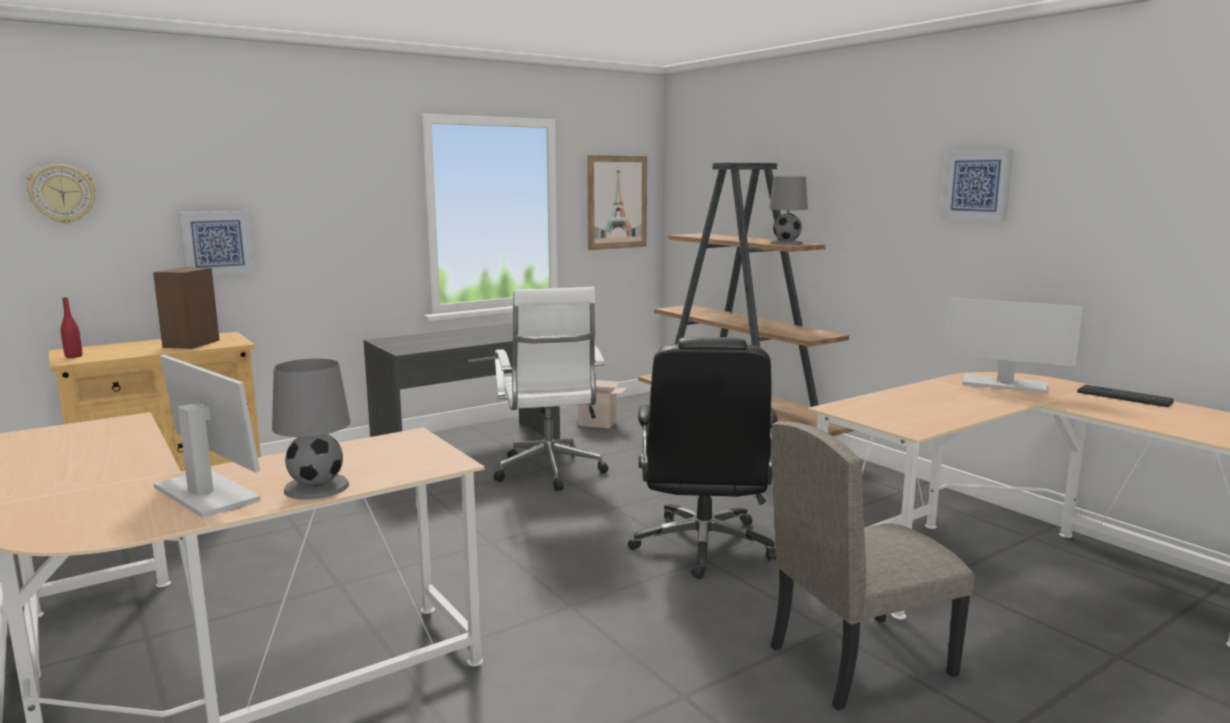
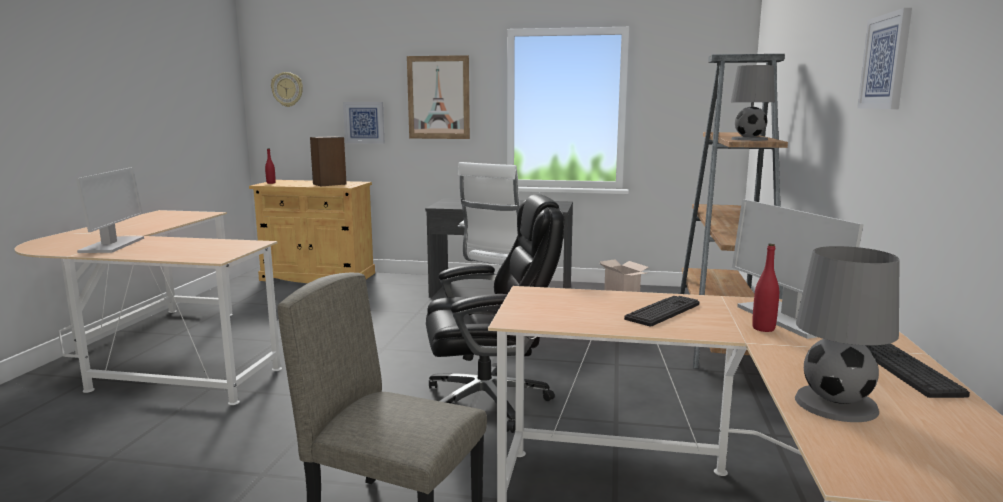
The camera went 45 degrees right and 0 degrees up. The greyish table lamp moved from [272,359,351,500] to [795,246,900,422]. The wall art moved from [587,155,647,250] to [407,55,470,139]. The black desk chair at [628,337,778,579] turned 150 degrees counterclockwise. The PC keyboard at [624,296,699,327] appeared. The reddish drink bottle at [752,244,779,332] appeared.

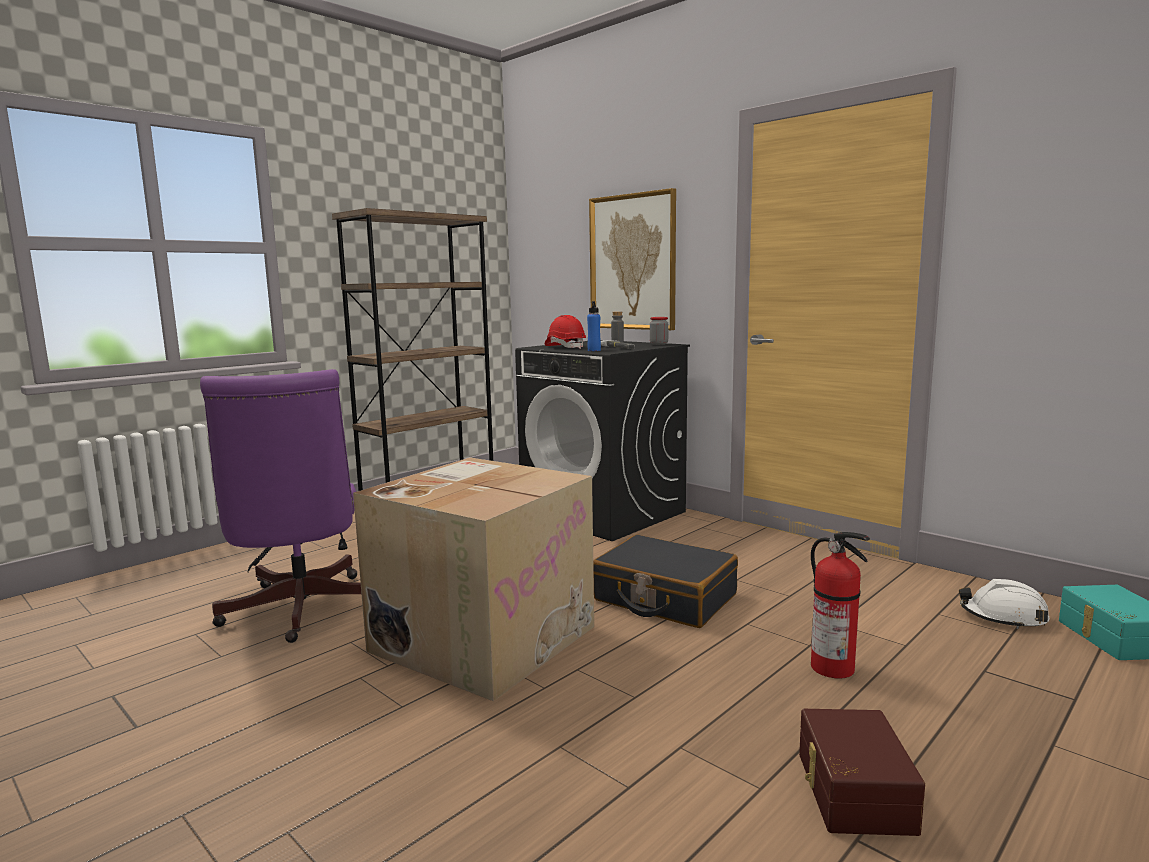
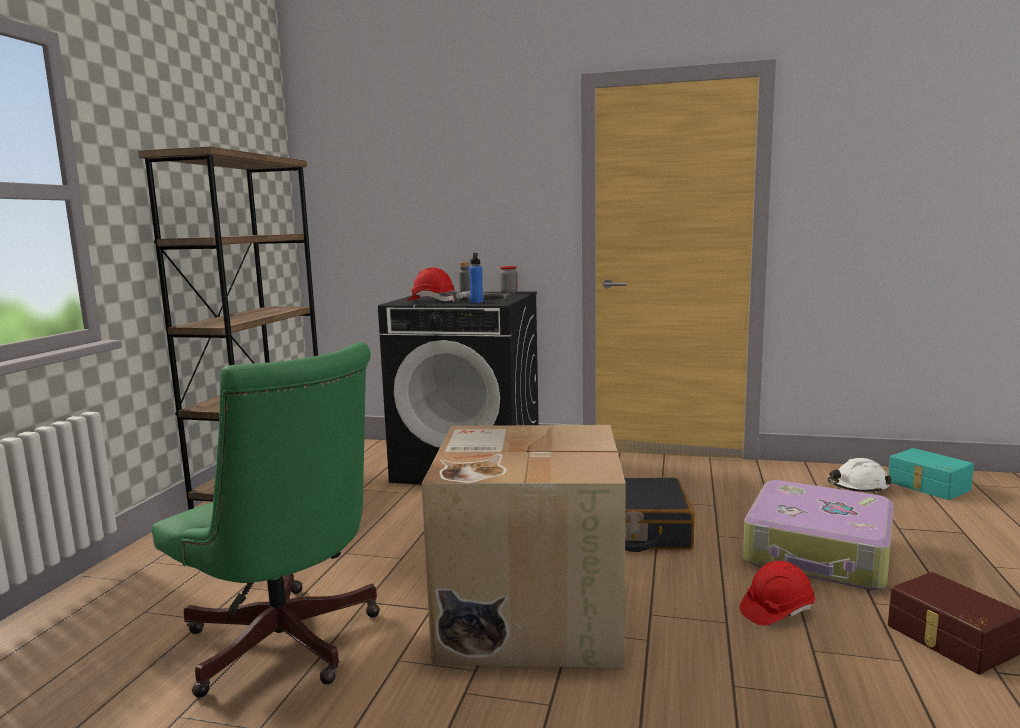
The camera went 30 degrees left and 0 degrees up. The purple desk chair at [200,369,361,643] became the green-coloured desk chair at [151,342,380,698]. The wall art at [589,188,676,330] disappeared. The fire extinguisher at [811,532,870,679] was replaced by the travel case at [743,480,894,590]. The reddish hard hat at [740,561,815,626] appeared.

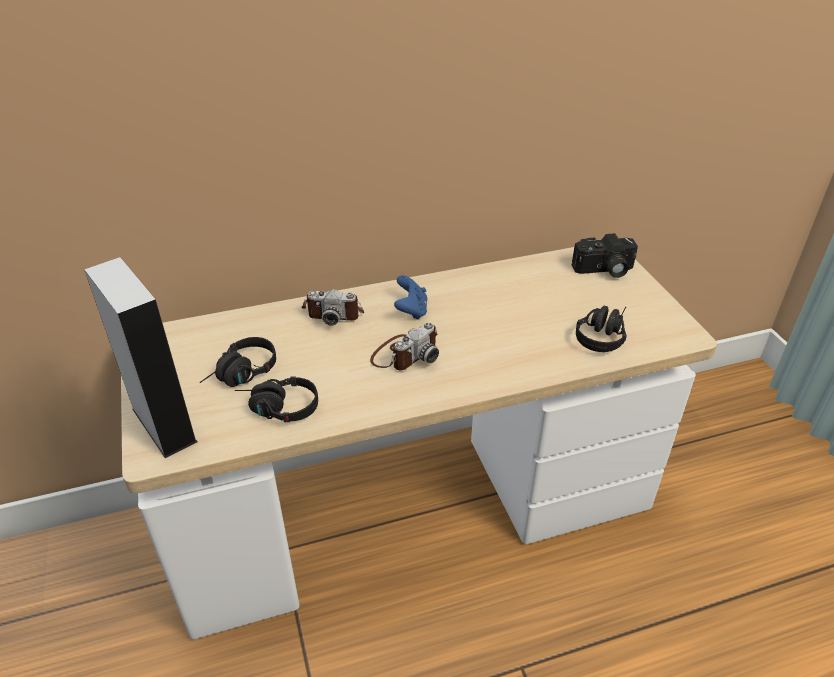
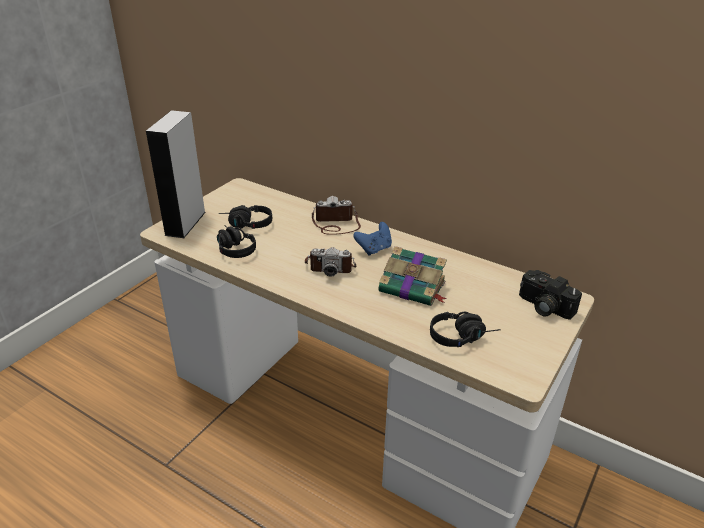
The camera went 50 degrees right and 5 degrees down. The photo camera at [301,289,364,325] turned 120 degrees clockwise. The volume at [378,246,447,306] appeared.

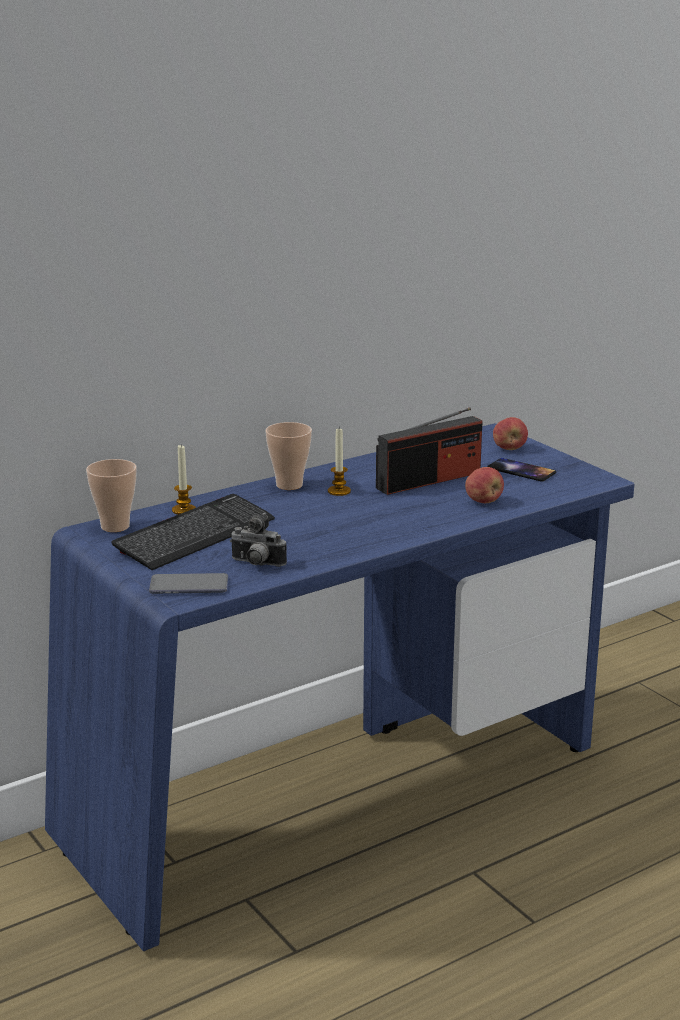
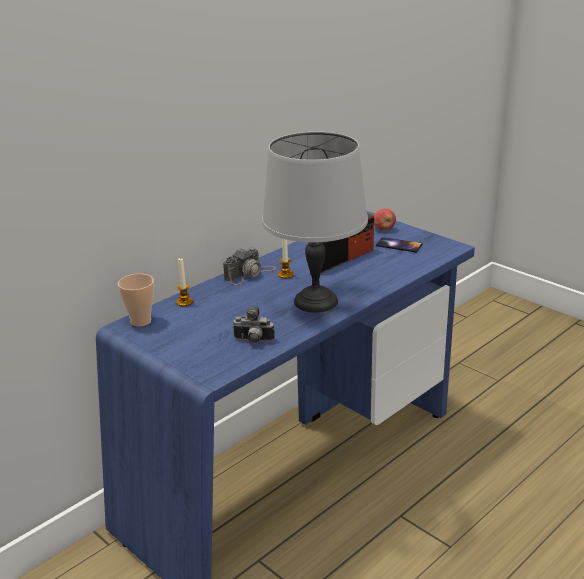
The camera went 10 degrees left and 5 degrees up. The PC keyboard at [111,494,275,570] disappeared. The handset at [149,573,228,594] disappeared. The small cup at [265,422,312,490] was replaced by the photo camera at [223,247,276,285]. The apple at [465,467,504,503] disappeared. The greyish table lamp at [262,132,368,313] appeared.

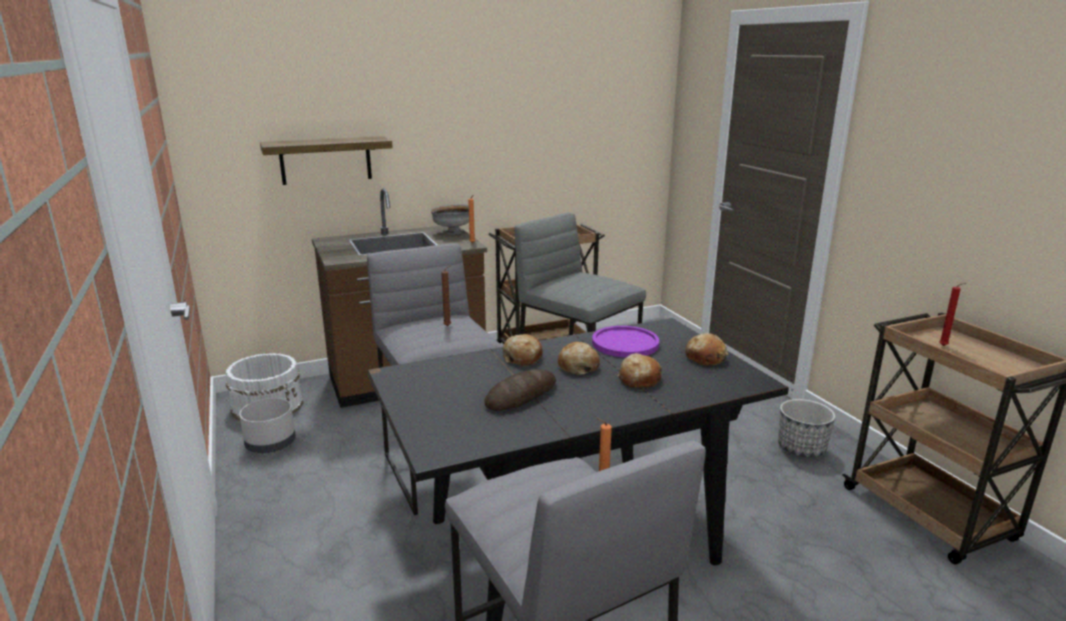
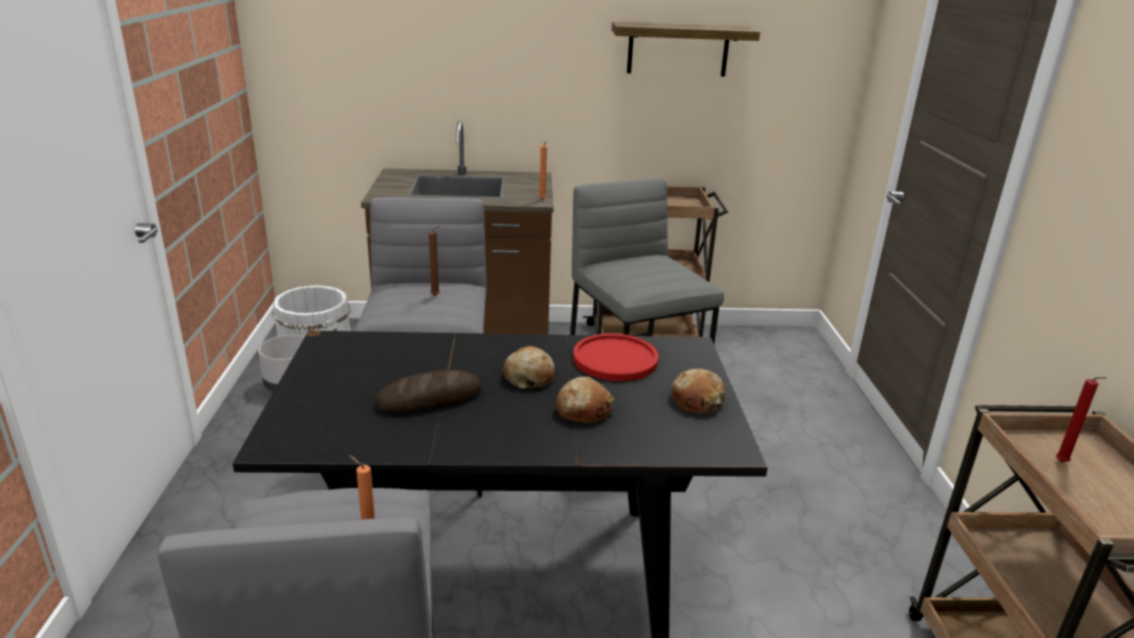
The camera went 20 degrees right and 5 degrees up. The wall shelf moved from [260,136,393,185] to [612,22,760,76]. The greyish serving bowl at [430,204,469,235] disappeared. The baked bread at [503,334,543,366] disappeared. The purple plate at [592,326,659,358] became the reddish plate at [573,334,659,381]. The plant pot at [778,399,835,458] disappeared.

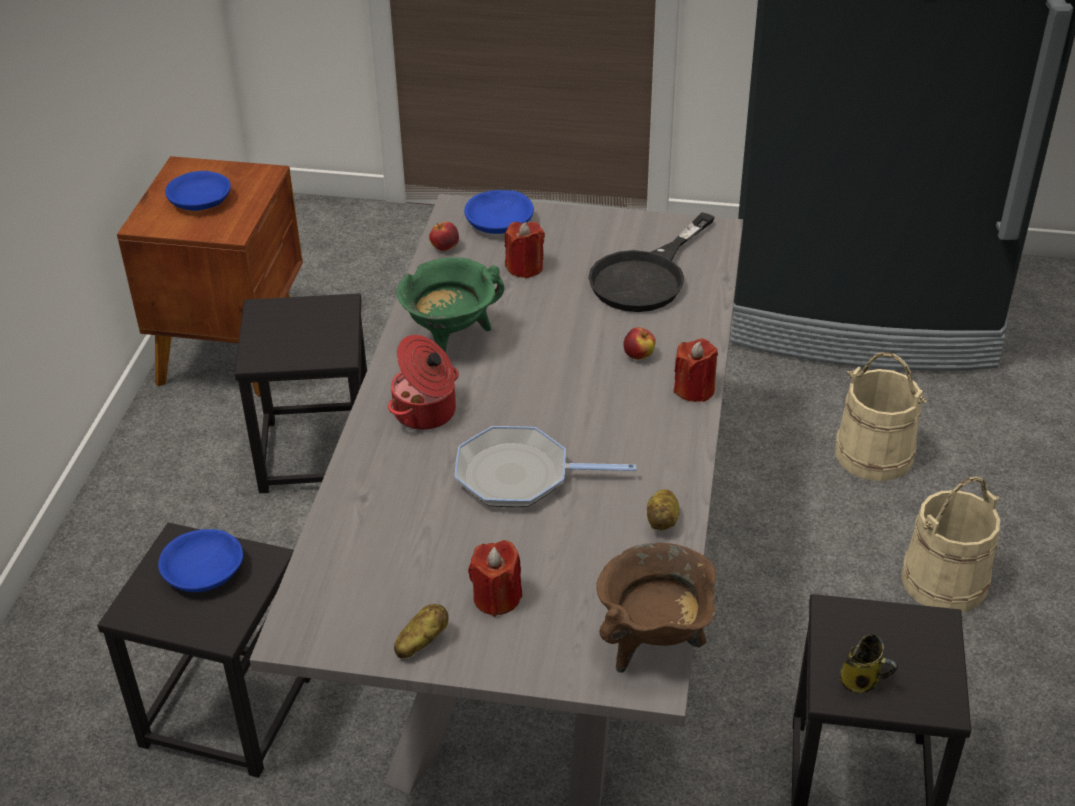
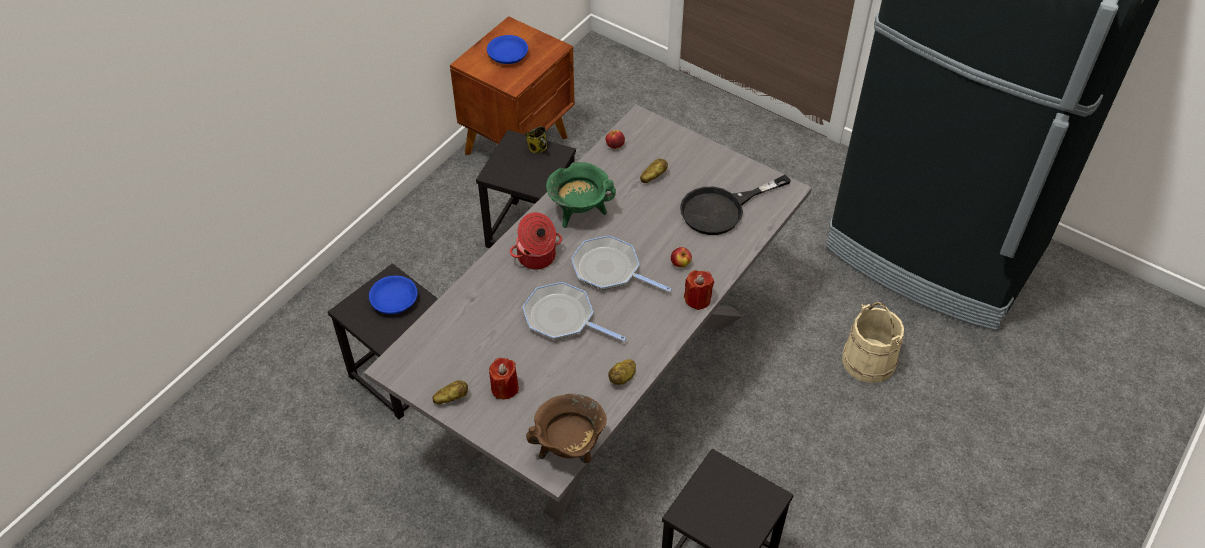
The camera went 25 degrees right and 10 degrees up. The blue serving bowl at [464,190,534,234] disappeared. The reddish wax candle at [505,222,545,278] was replaced by the spud at [640,159,668,183]. The tea mug moved from [840,634,898,693] to [525,126,547,154]. The beige-coloured water bucket at [901,476,1000,612] disappeared. The frying pan at [571,236,672,292] appeared.

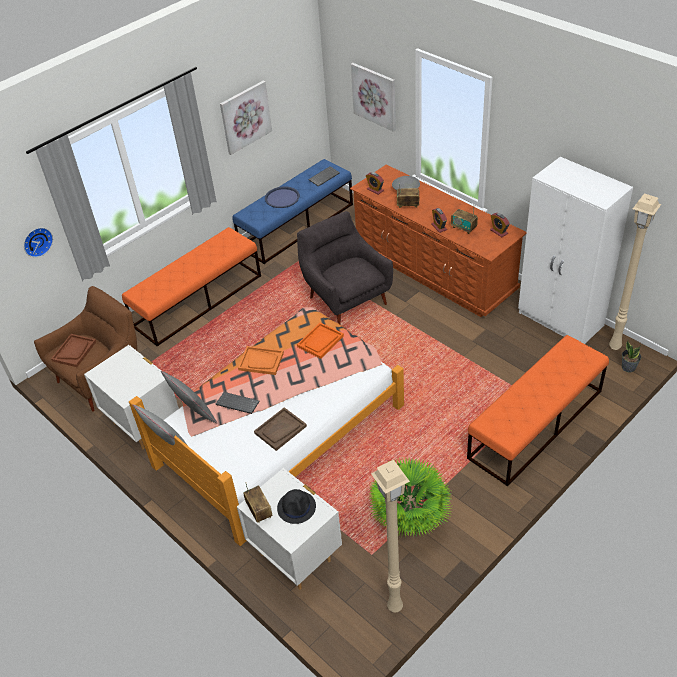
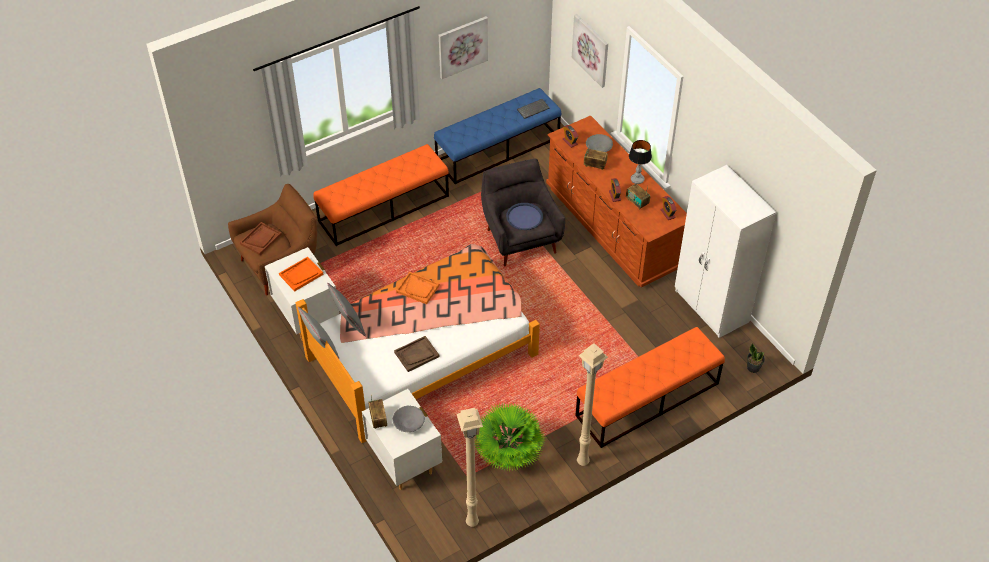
The camera went 10 degrees right and 5 degrees up. The wall clock at [24,228,53,257] disappeared. The PC keyboard at [215,392,260,414] disappeared. The blue tray moved from [265,186,300,208] to [506,203,543,230]. The black hat at [277,489,316,524] was replaced by the greyish serving bowl at [393,406,425,432]. The orange tray moved from [297,322,344,359] to [279,257,323,292]. The beige-coloured standing lamp moved from [609,193,661,350] to [577,343,608,466]. The table lamp at [629,140,652,184] appeared.

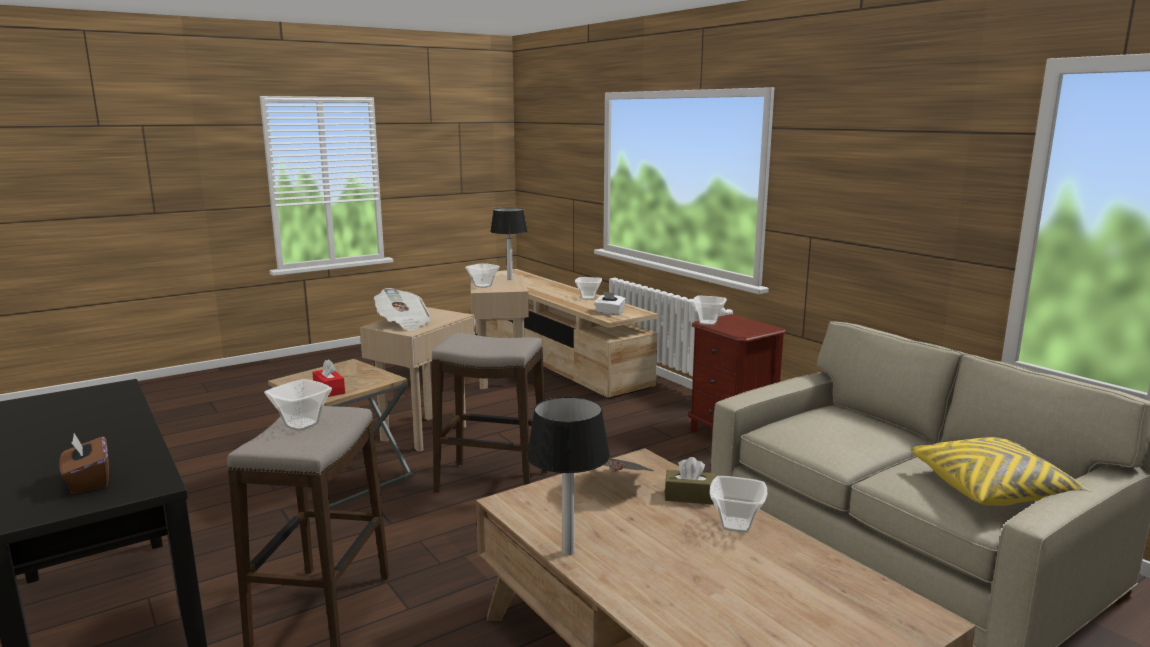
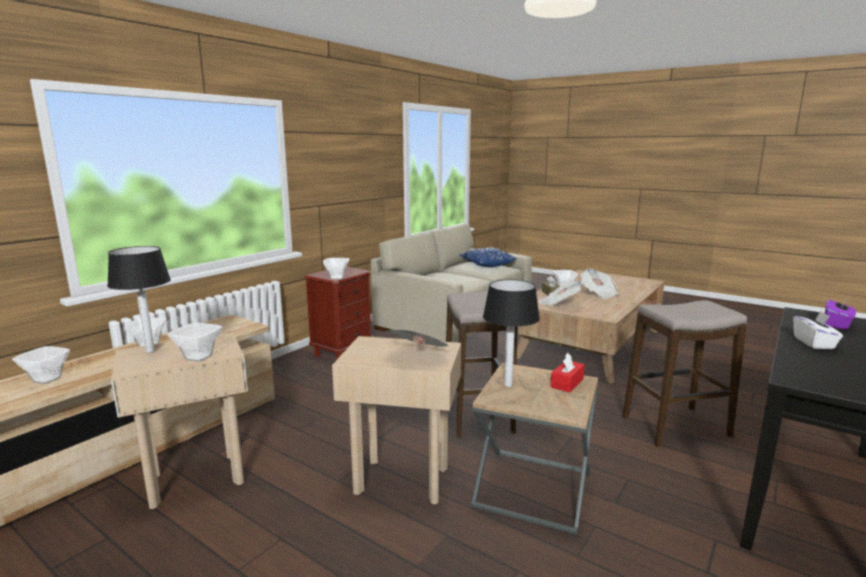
The camera went 110 degrees left and 0 degrees up. The brown-coloured tissue holder at [59,433,109,494] became the purple tissue holder at [825,298,856,330]. The serving bowl moved from [264,379,332,431] to [12,346,70,384]. The table lamp moved from [527,397,610,555] to [483,279,540,387]. The whitish tissue holder moved from [594,291,626,315] to [793,311,843,349]. The yellow-coloured cushion at [910,437,1092,506] became the blue cushion at [460,248,517,267]. The newspaper at [581,268,619,299] appeared.

